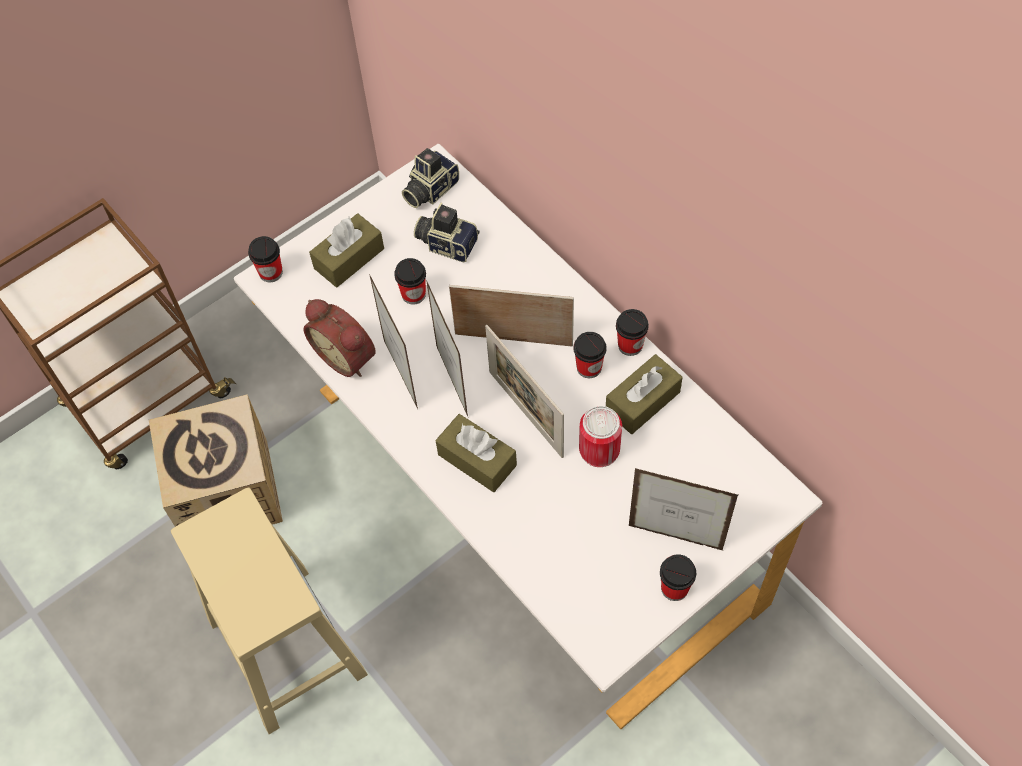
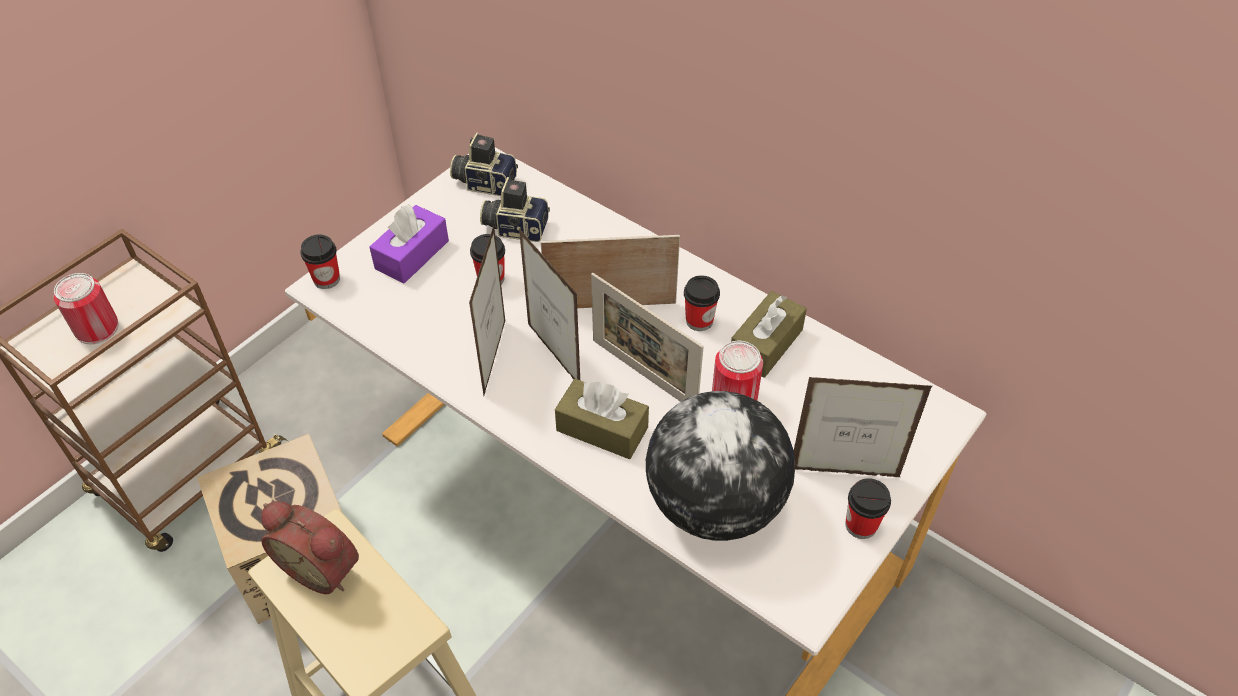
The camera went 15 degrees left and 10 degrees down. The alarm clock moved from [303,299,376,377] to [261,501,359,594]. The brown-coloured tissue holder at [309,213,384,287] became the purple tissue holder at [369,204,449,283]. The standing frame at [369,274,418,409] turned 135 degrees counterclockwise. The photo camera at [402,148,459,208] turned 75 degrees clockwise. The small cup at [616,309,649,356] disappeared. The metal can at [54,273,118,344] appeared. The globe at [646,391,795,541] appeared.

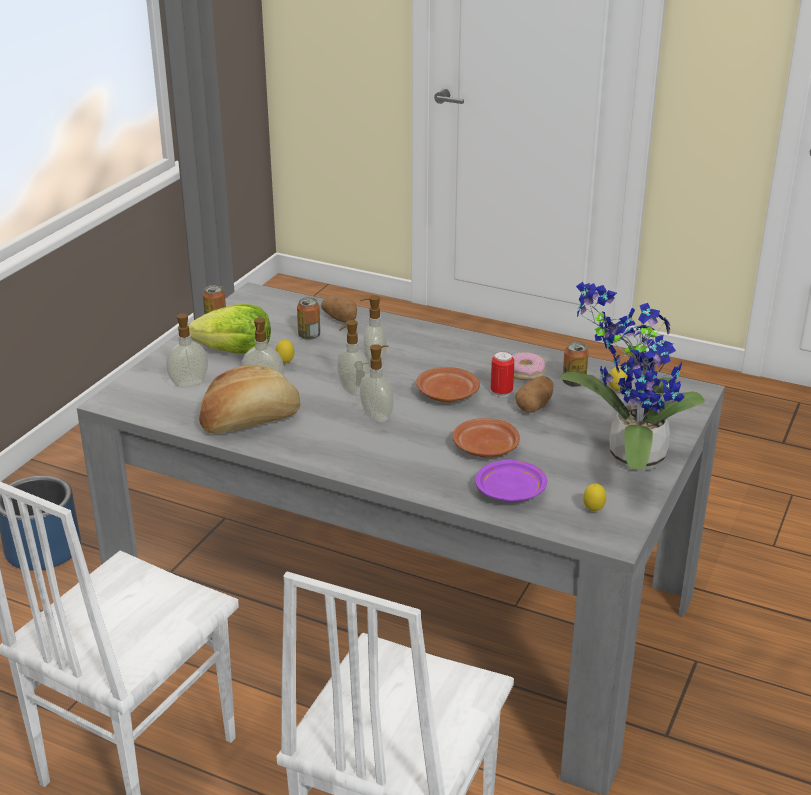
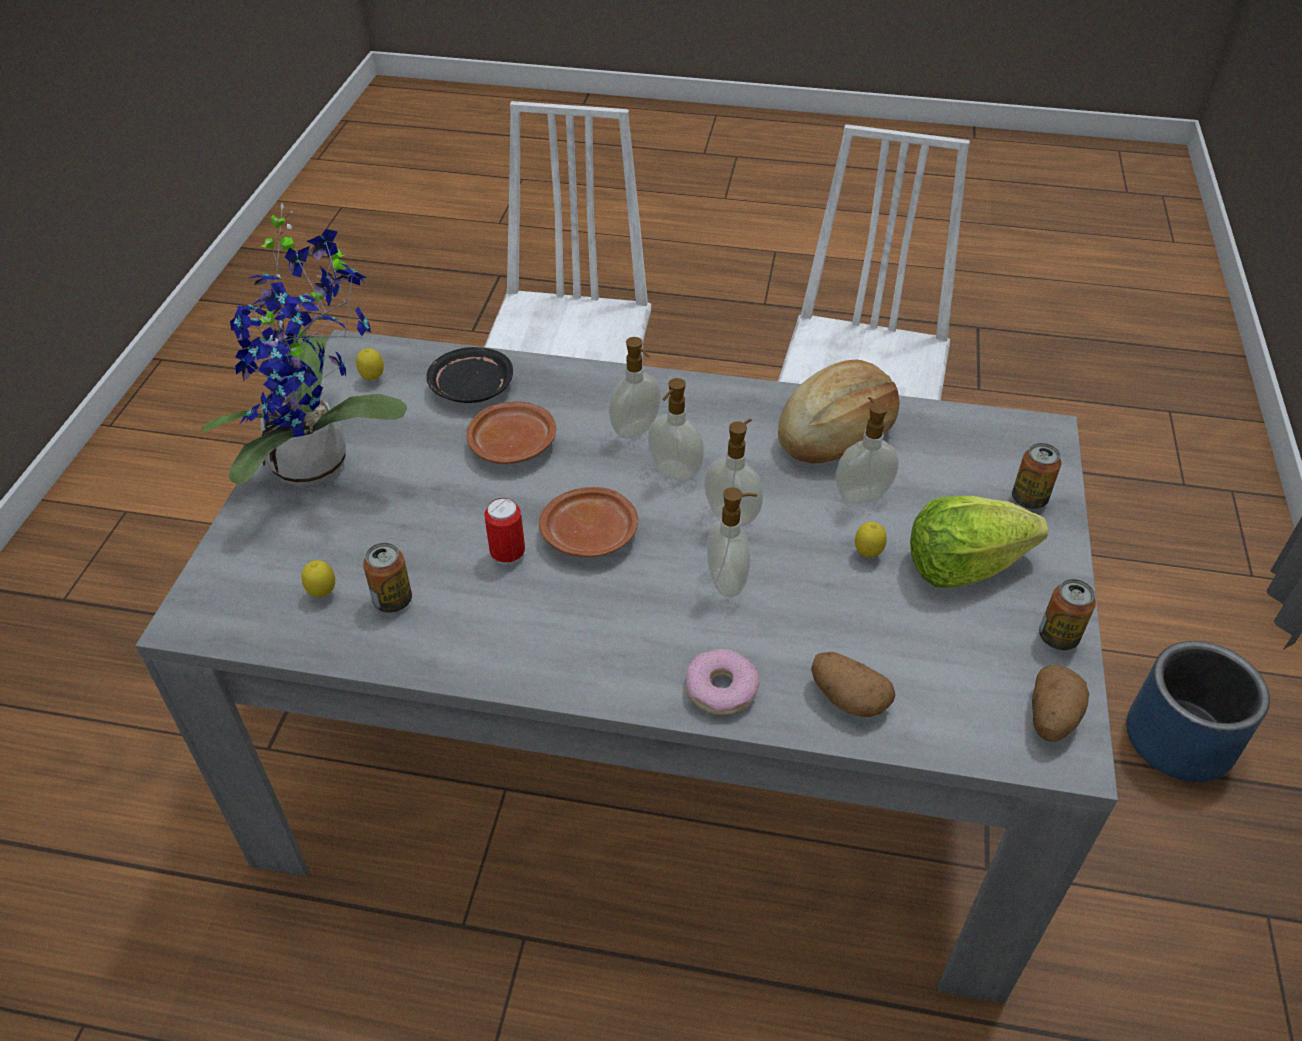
The camera went 165 degrees right and 15 degrees up. The liquid soap bottle moved from [166,313,208,388] to [609,337,661,439]. The metal can moved from [297,297,320,340] to [1012,443,1061,509]. The purple plate at [475,459,547,502] became the black plate at [426,347,513,403]. The ring doughnut moved from [512,352,546,380] to [686,649,760,715]. The spud moved from [515,376,554,413] to [1032,665,1089,741].

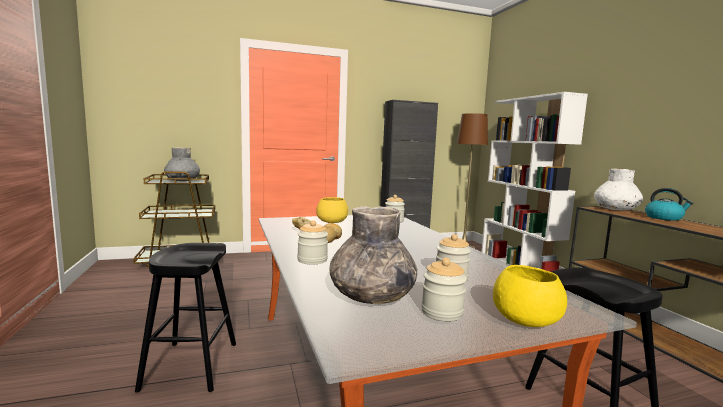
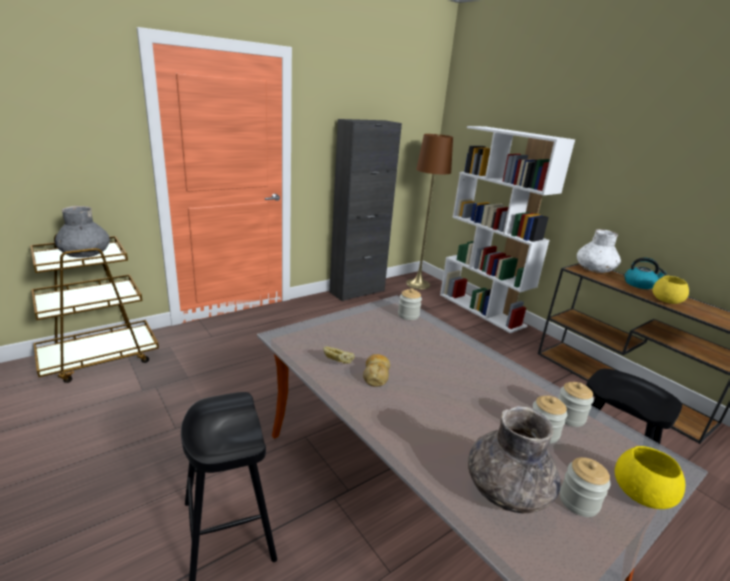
The camera went 20 degrees left and 15 degrees up. The preserve jar moved from [297,220,328,264] to [558,382,594,427]. The yellow-coloured serving bowl moved from [316,197,348,223] to [652,276,689,304].

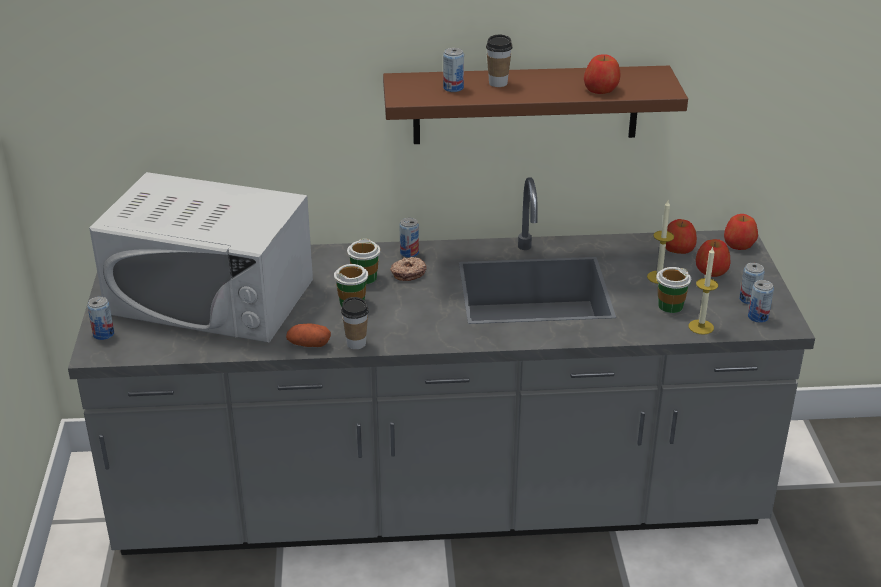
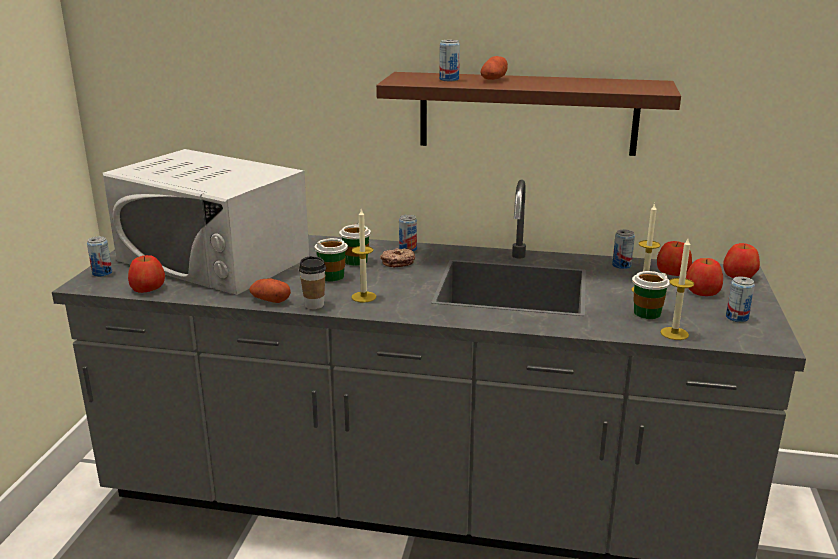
The camera went 15 degrees right and 10 degrees down. The small cup at [486,34,513,87] was replaced by the spud at [480,56,508,80]. The apple moved from [584,54,621,94] to [128,255,165,293]. The metal can moved from [748,280,774,323] to [612,230,635,269]. The wax candle at [351,209,376,302] appeared.

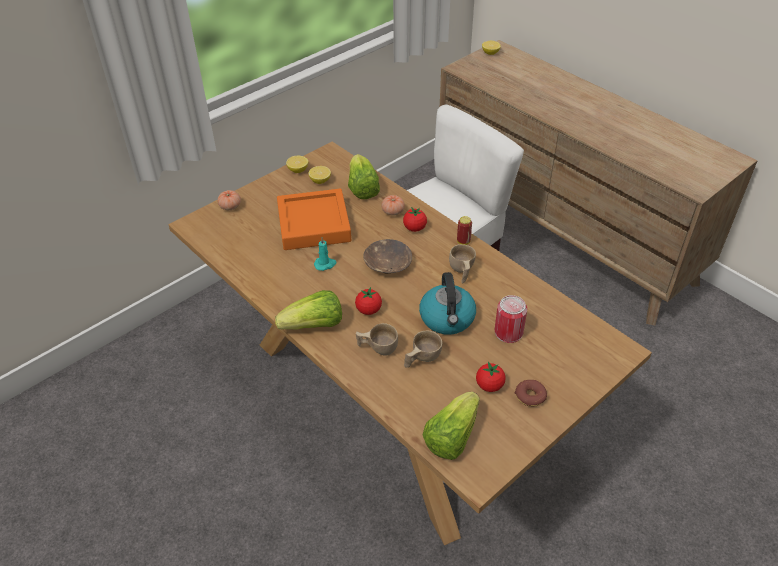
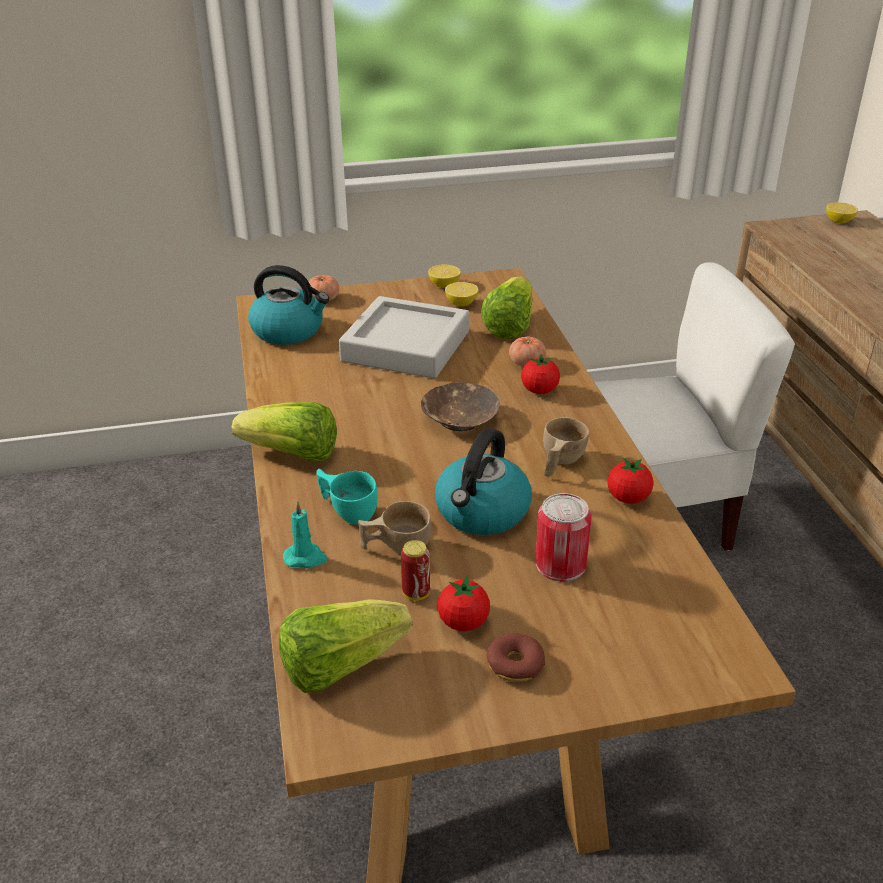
The camera went 30 degrees right and 10 degrees down. The orange tray at [277,189,351,250] became the greyish tray at [339,296,469,378]. The turquoise wax candle moved from [314,237,337,271] to [283,501,328,568]. The whole tomato moved from [355,287,382,315] to [607,458,654,504]. The beige-coloured small cup at [356,323,398,356] became the turquoise small cup at [316,469,378,525]. The metal can moved from [457,216,472,245] to [401,540,430,601]. The tea kettle at [248,265,329,345] appeared.

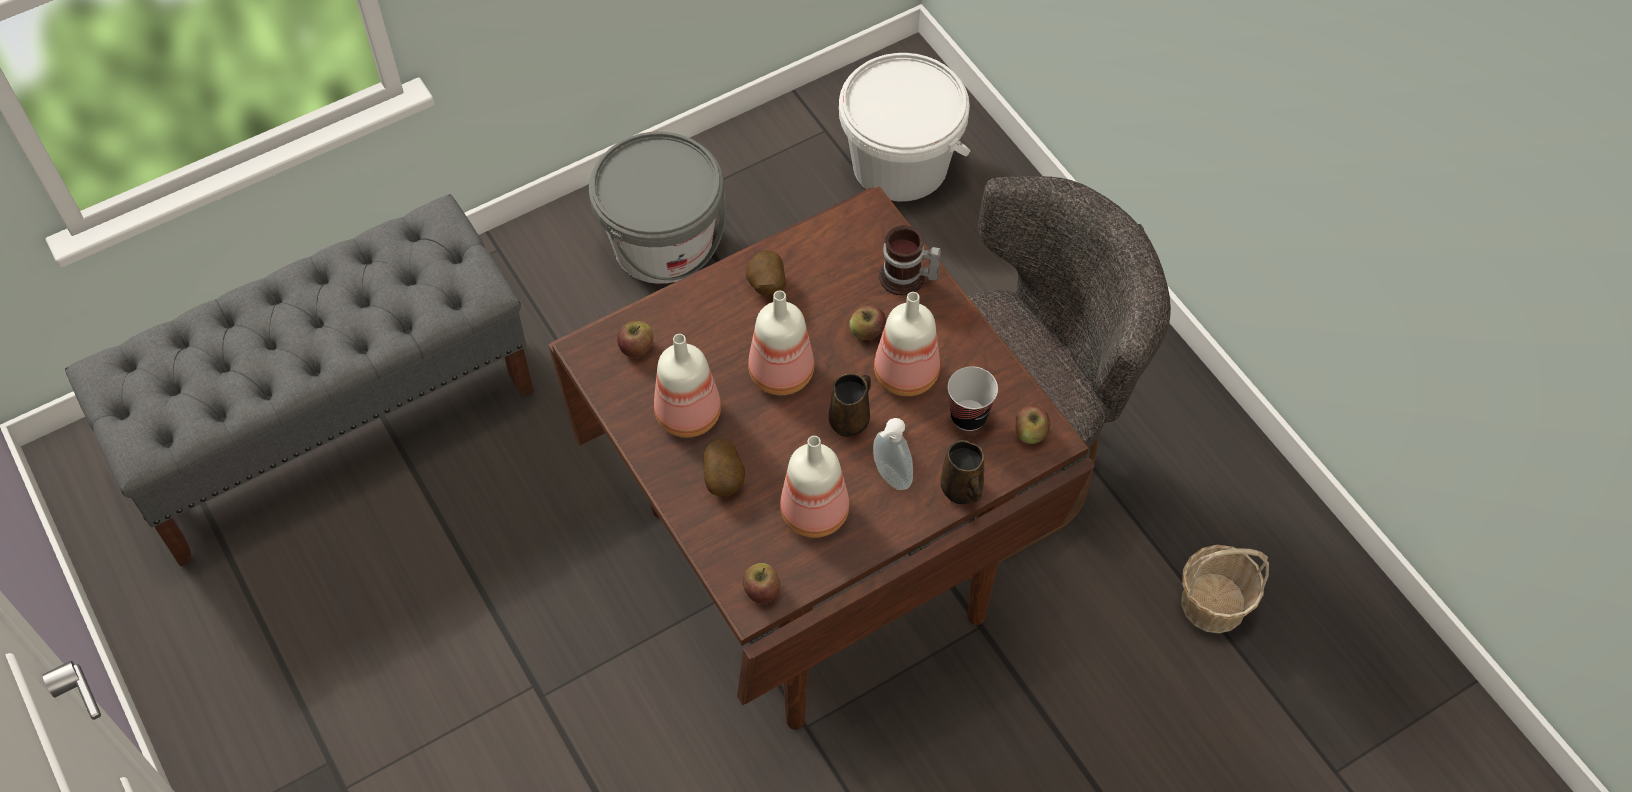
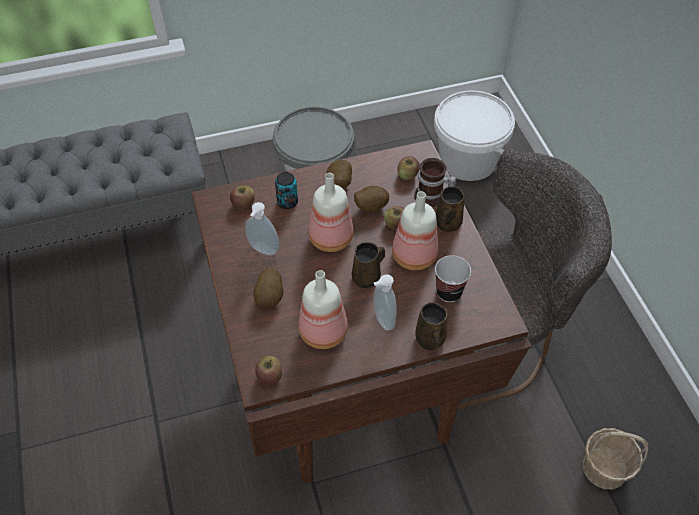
The camera went 15 degrees right and 5 degrees down. The drink bottle at [654,334,721,438] was replaced by the liquid soap bottle at [246,202,279,255]. The apple moved from [1015,405,1050,444] to [397,156,420,180]. The metal can at [275,172,298,209] appeared. The spud at [354,186,389,212] appeared. The brown-coloured tea mug at [436,186,465,232] appeared.

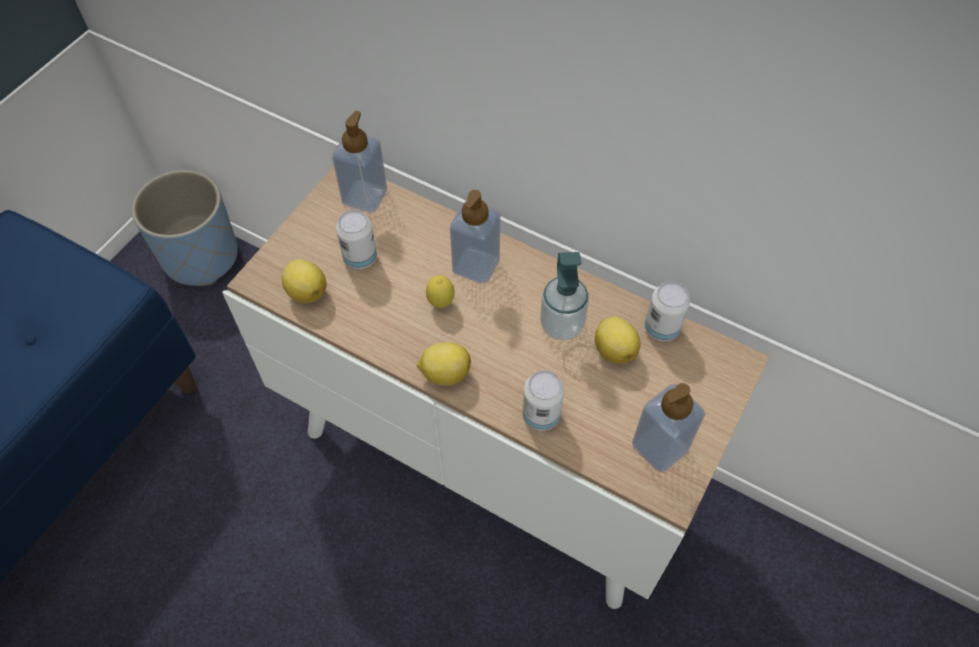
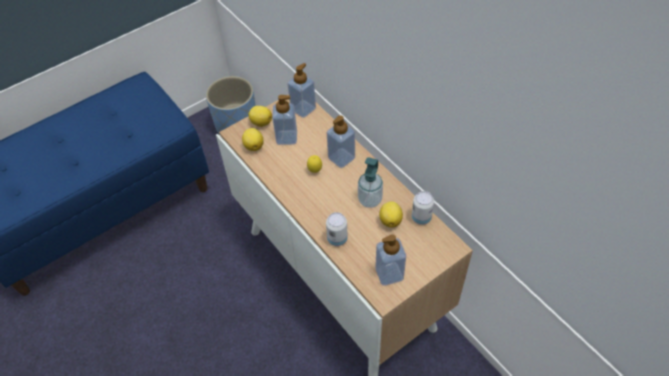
The camera went 25 degrees right and 5 degrees down. The metal can at [336,210,377,269] was replaced by the liquid soap bottle at [272,95,297,145]. The lemon moved from [417,342,471,386] to [248,106,272,127].

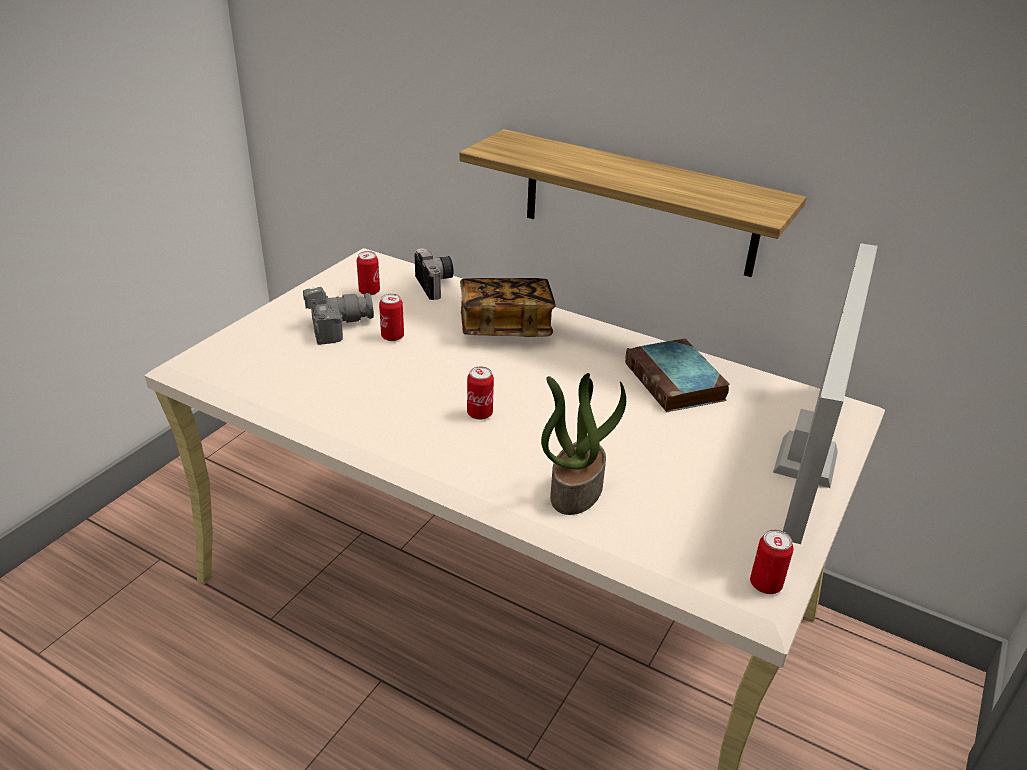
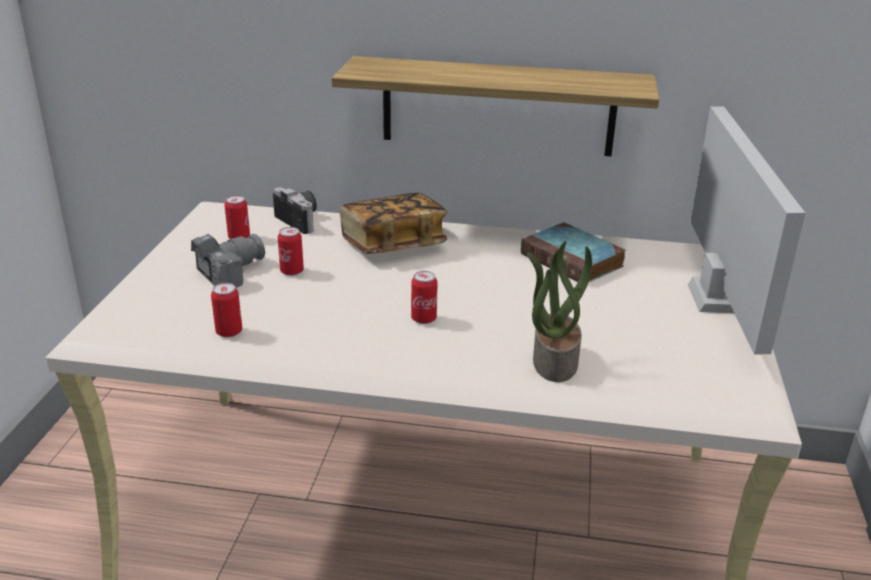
The camera went 20 degrees left and 5 degrees down. The metal can moved from [750,530,793,594] to [211,283,242,338].

